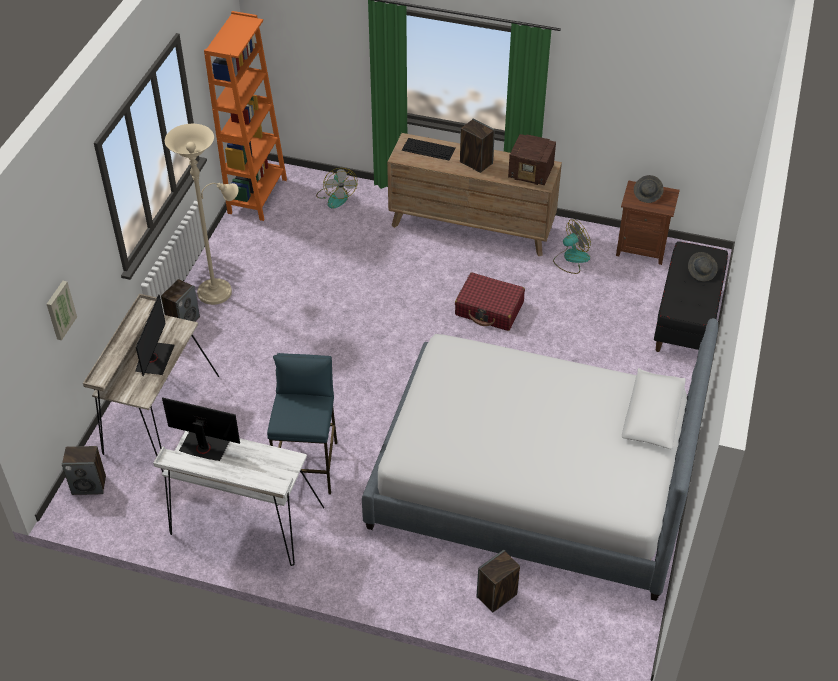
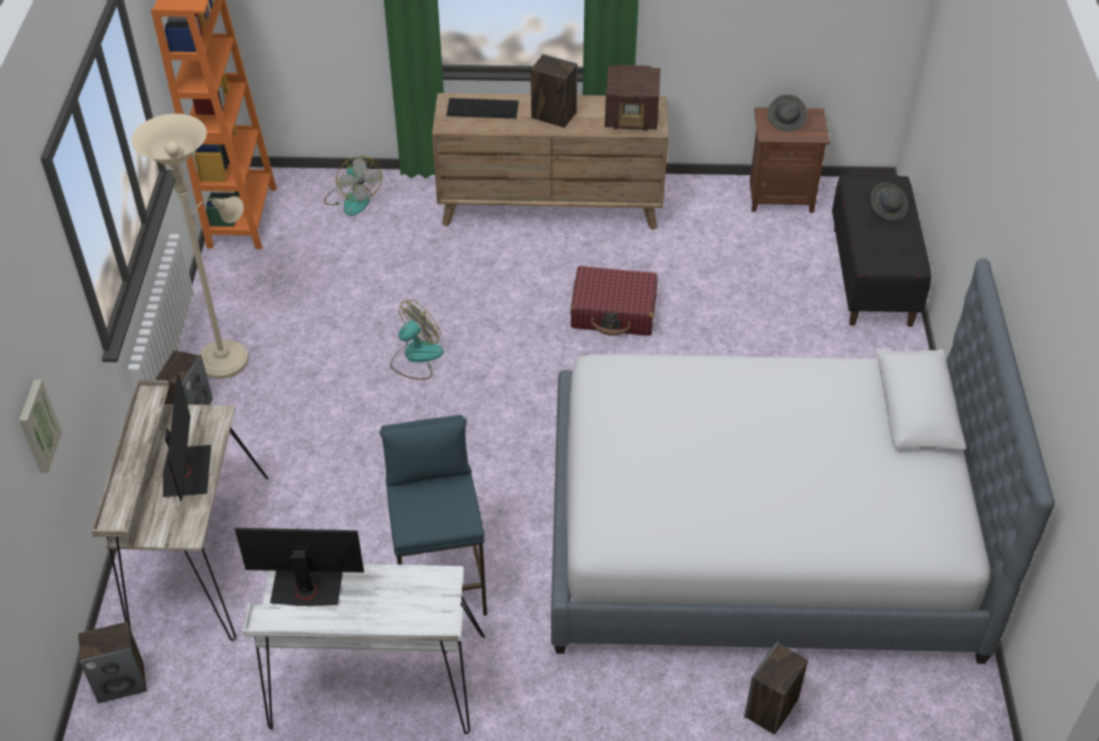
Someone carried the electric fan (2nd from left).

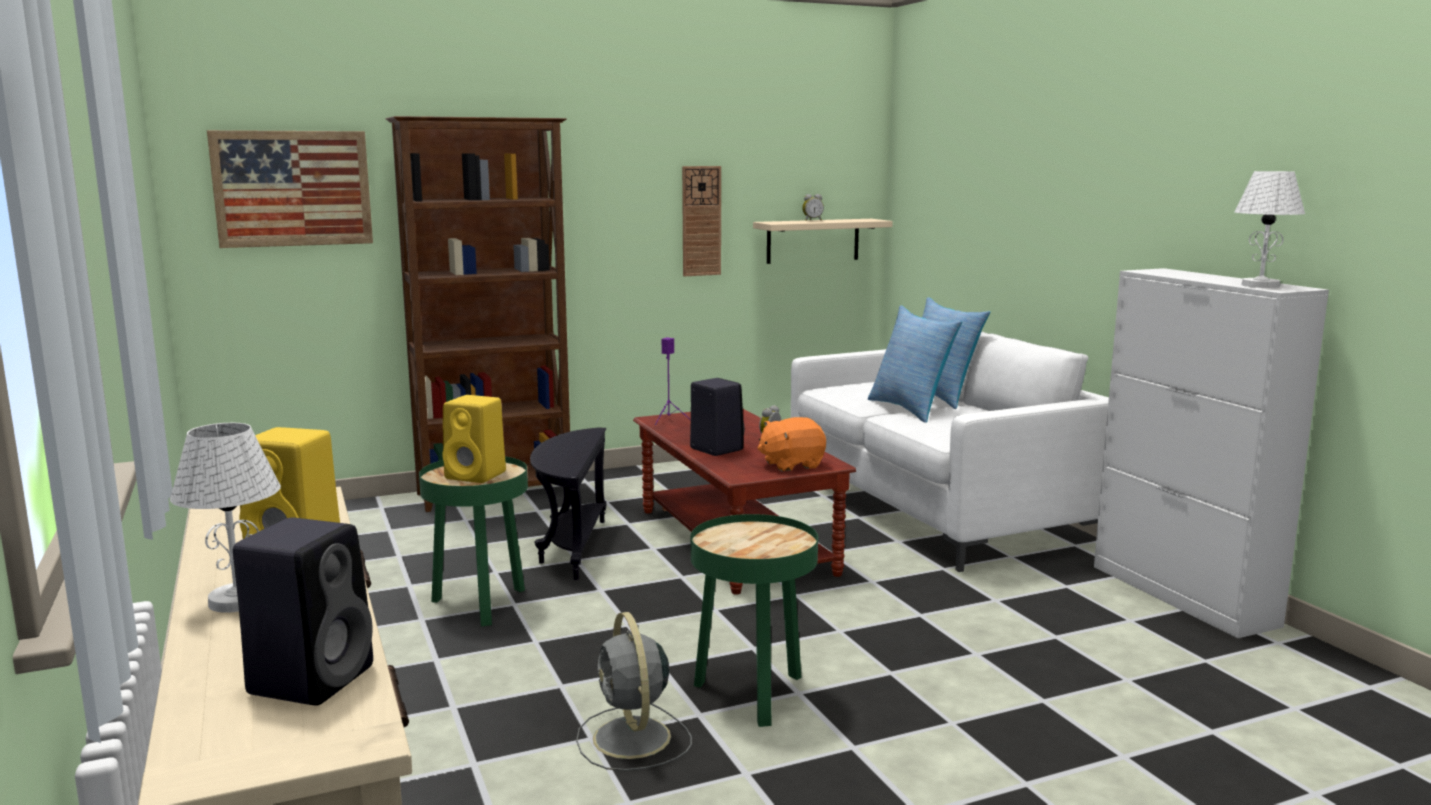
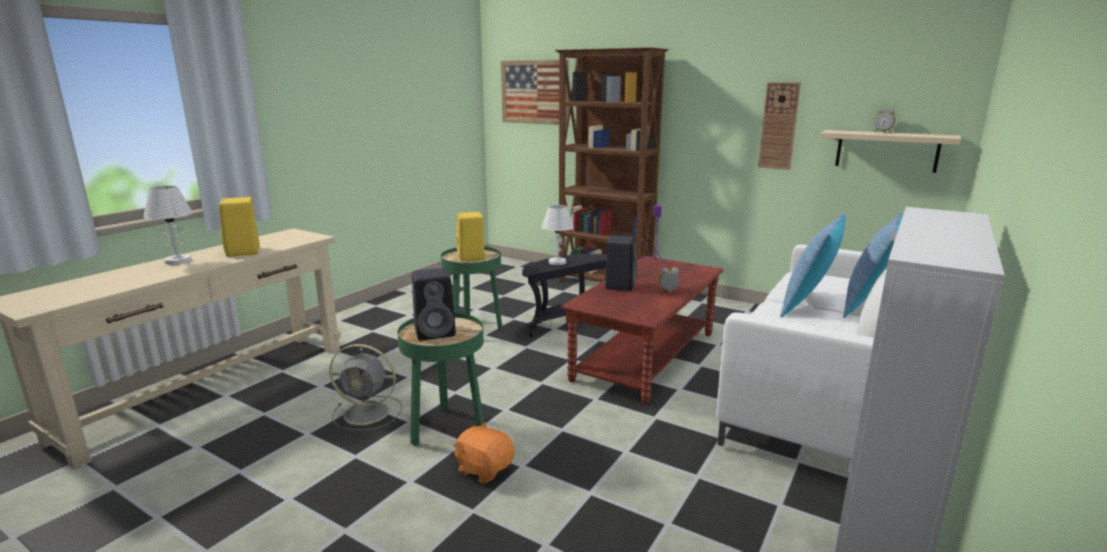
Someone carried the audio speaker (blackish) (1st from left).
Someone rotated the electric fan (gray) by 120 degrees counterclockwise.
Someone carried the soft toy (orange-coloured).
Someone carried the tabletop lamp (white-coloured) (2nd from left).

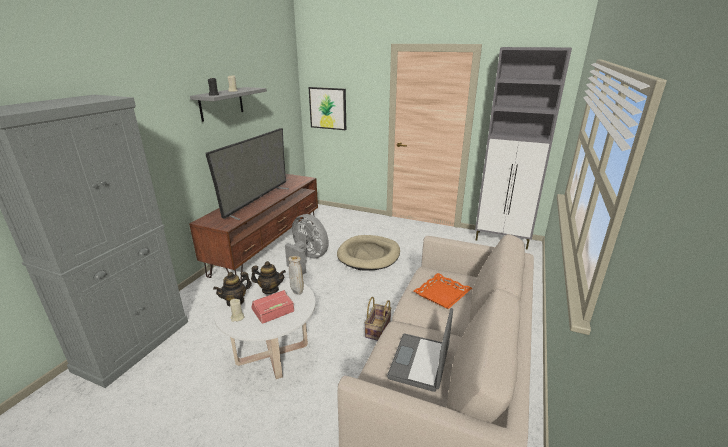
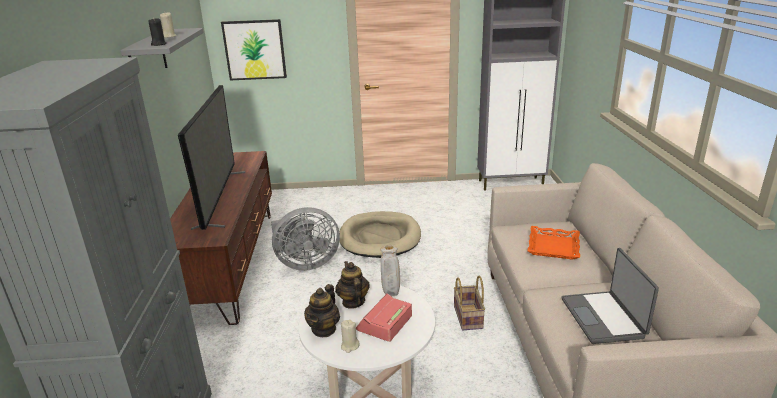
Someone rotated the pot for tea (2nd from left) by 90 degrees counterclockwise.
Someone rotated the electric fan (gray) by 150 degrees clockwise.

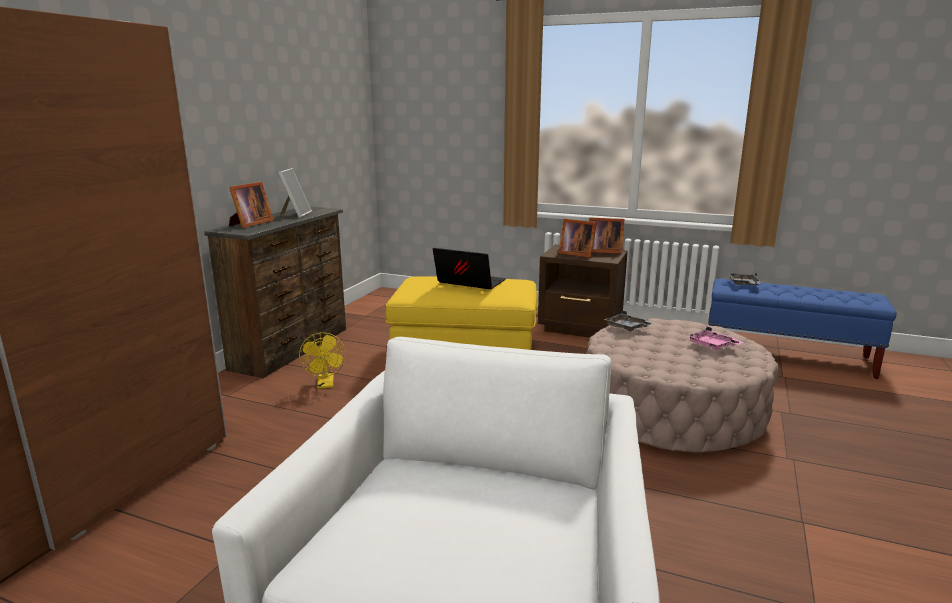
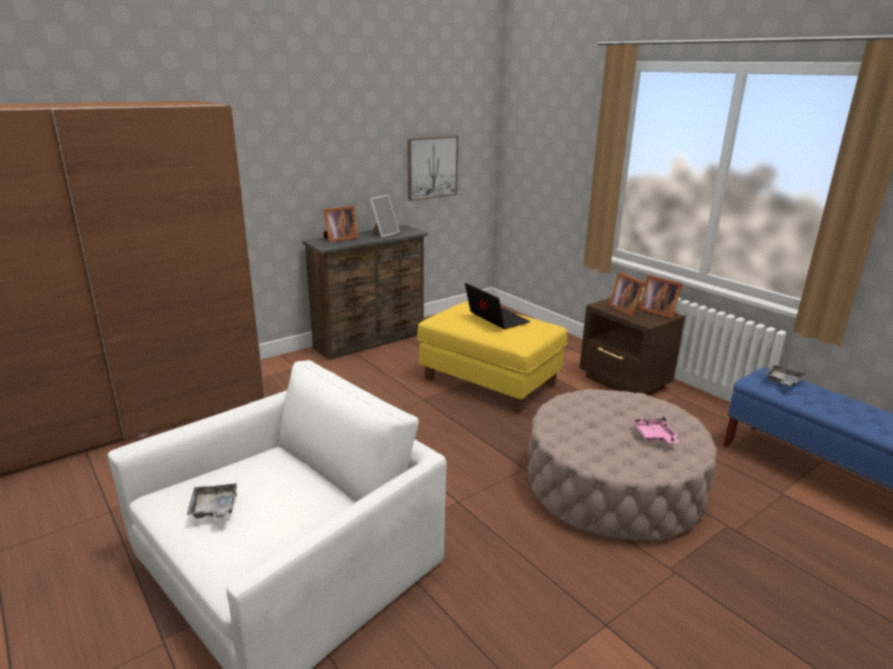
Someone took away the electric fan (yellow).
Someone carried the serving tray (gray) (1st from left).
Someone put up the wall art.

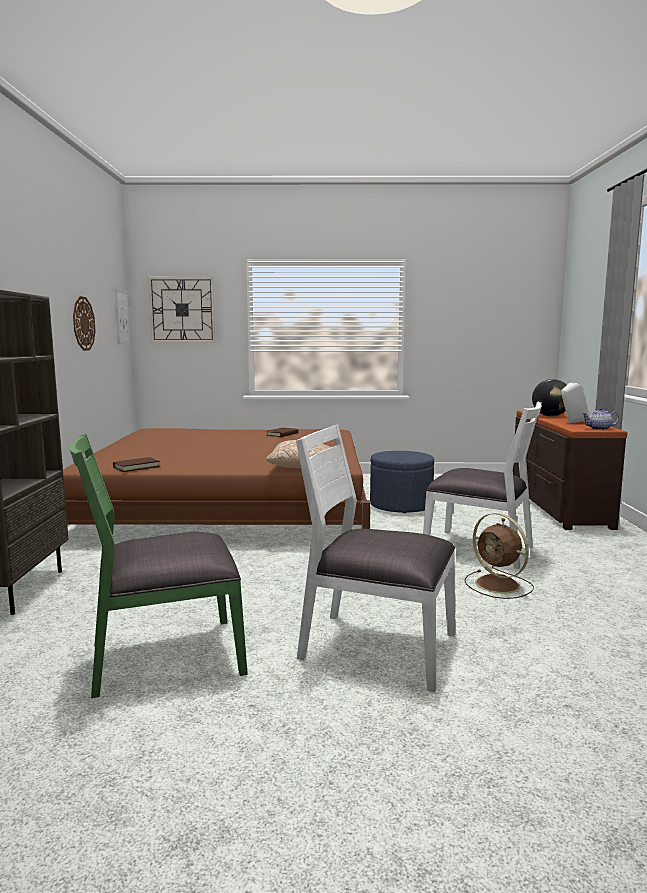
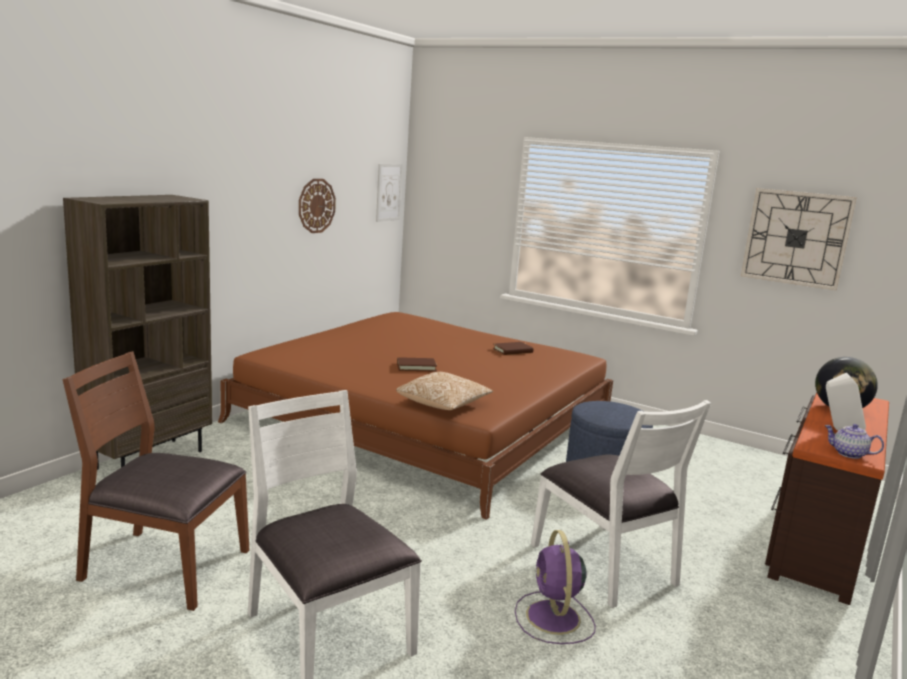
Someone repainted the plain chair (greenish), which became the plain chair (brown-coloured).
Someone carried the bound book (brown-coloured) (1st from left).
Someone carried the clock on the wall (2nd from left).
Someone repainted the electric fan (brown-coloured), which became the electric fan (purplish).

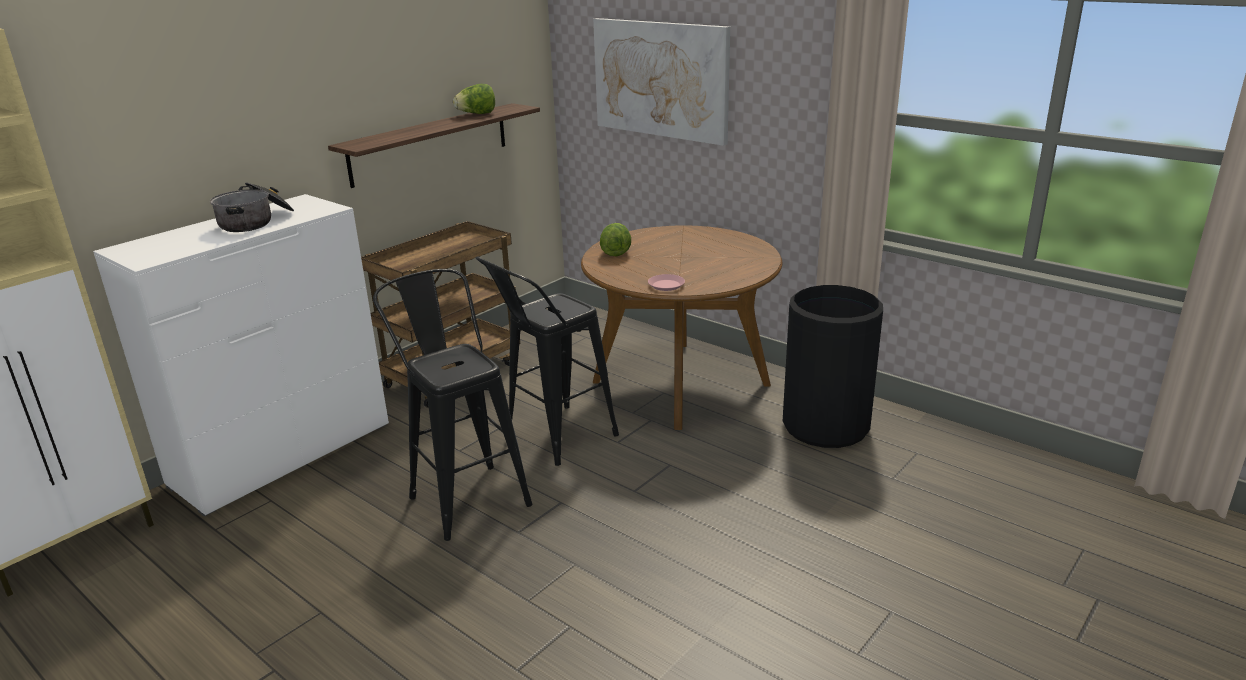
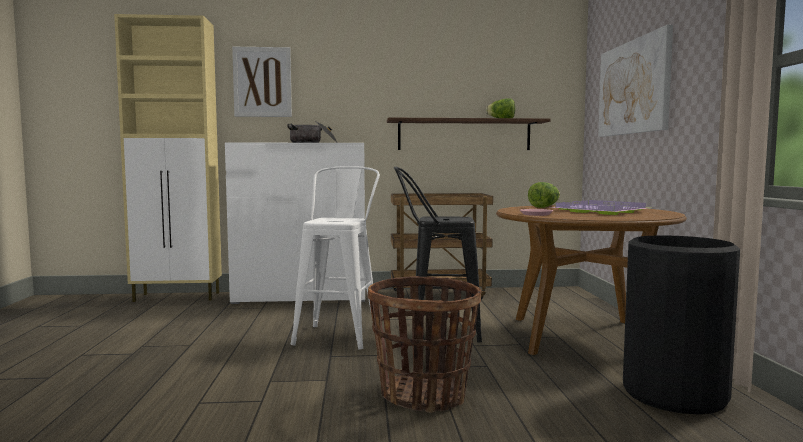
Someone repainted the stool (blackish) (1st from left), which became the stool (white-coloured).
Someone put up the wall art (1st from left).
Someone put down the household basket.
Someone put down the serving tray (purplish).

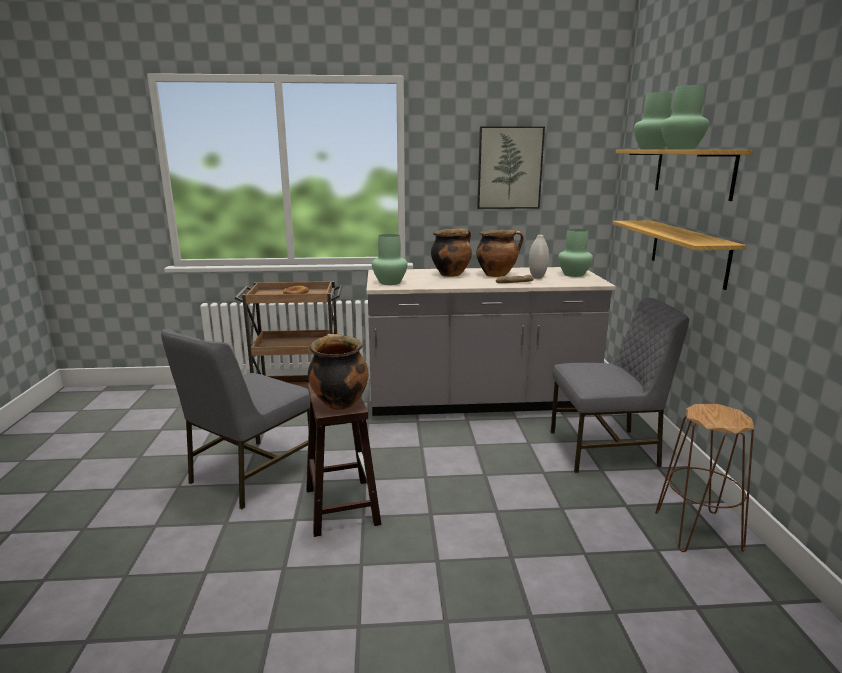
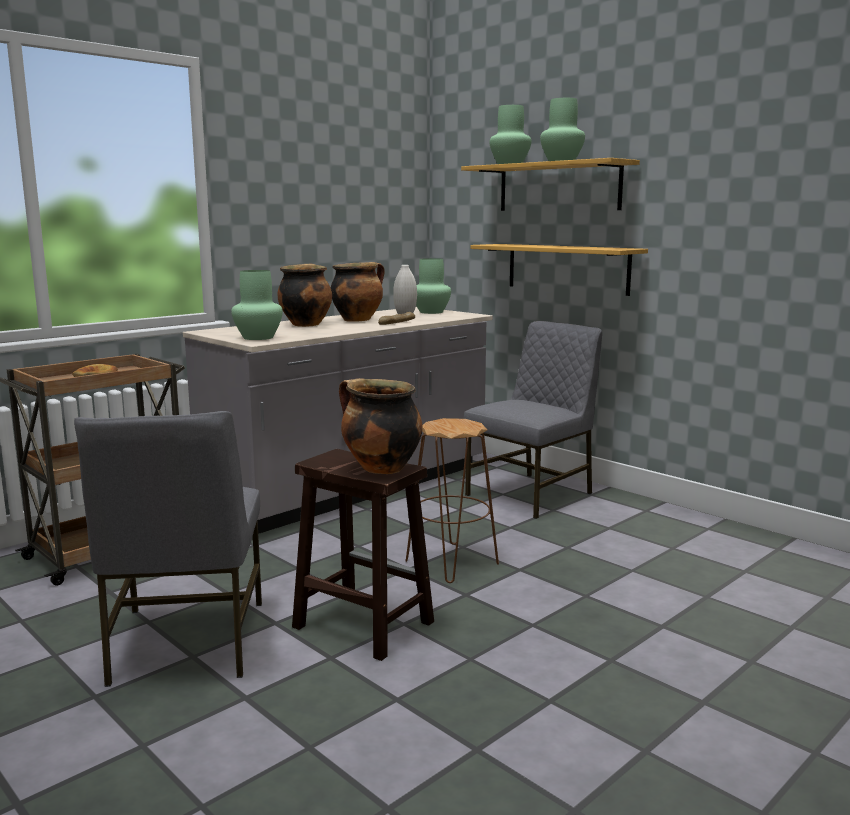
Someone took away the wall art.
Someone carried the stool (brown-coloured) (2nd from left).

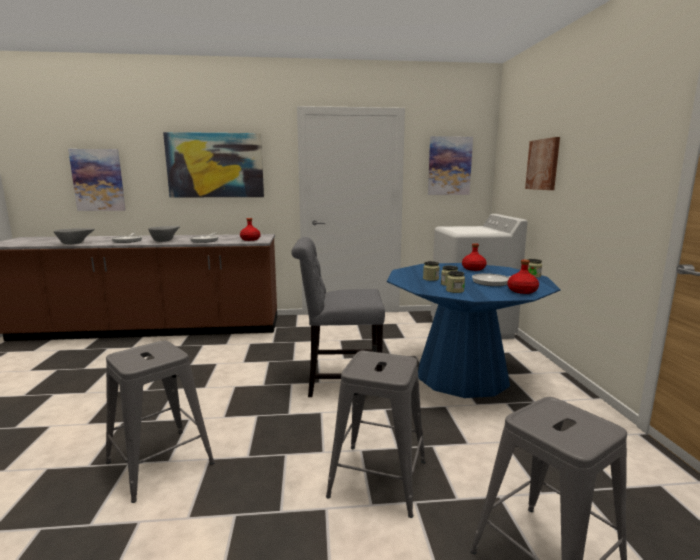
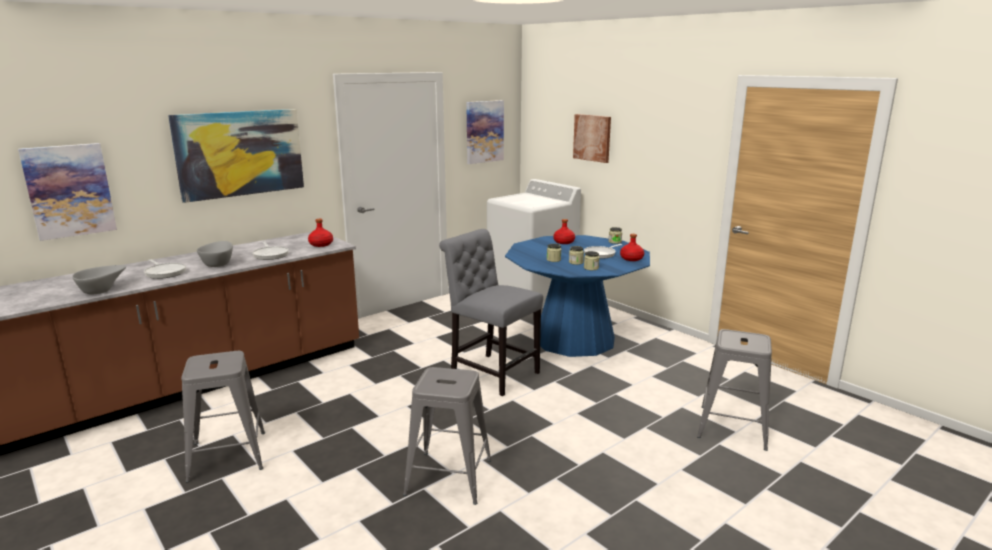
Someone rotated the plain chair (gray) by 75 degrees clockwise.
Someone carried the stool (gray) (2nd from left in the first image).

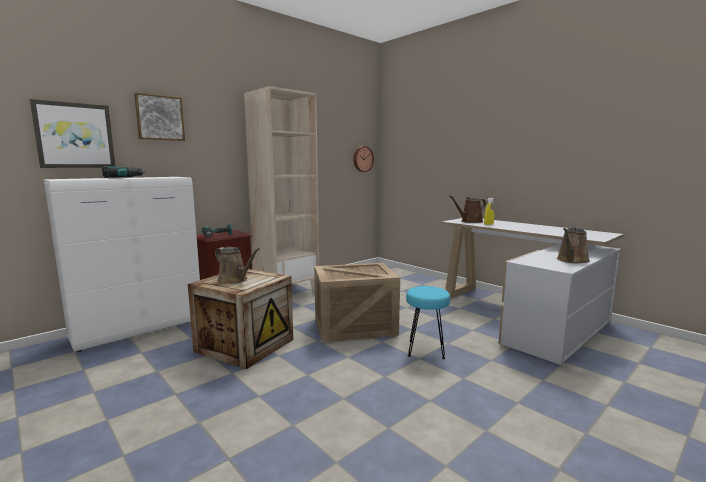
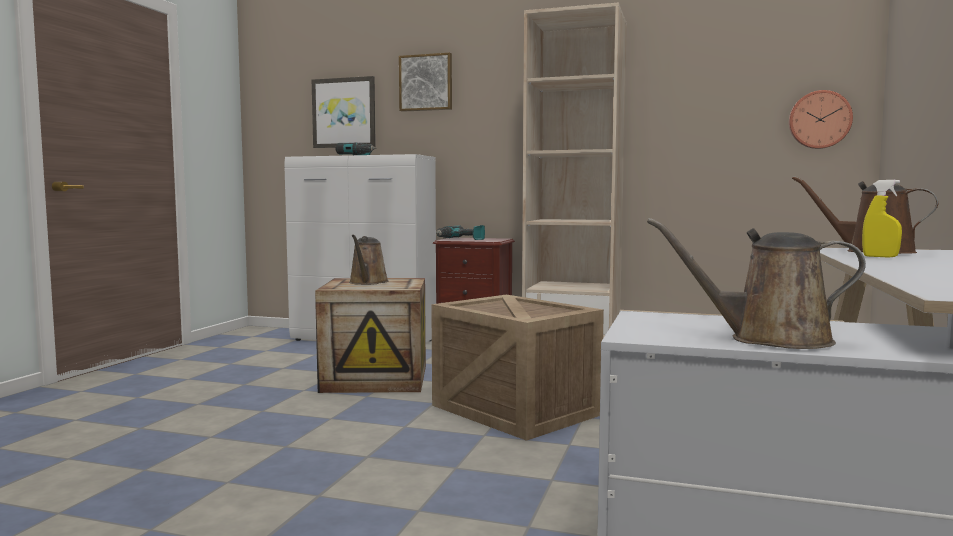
Someone took away the stool (blue-green).

